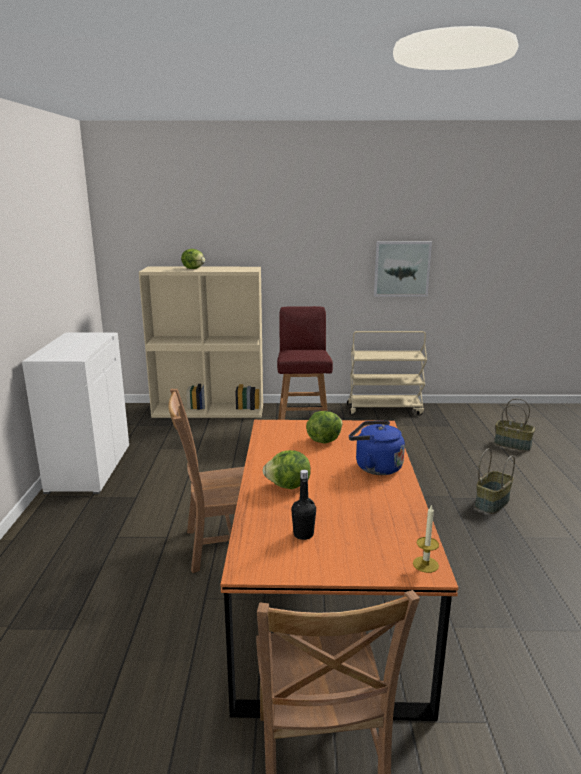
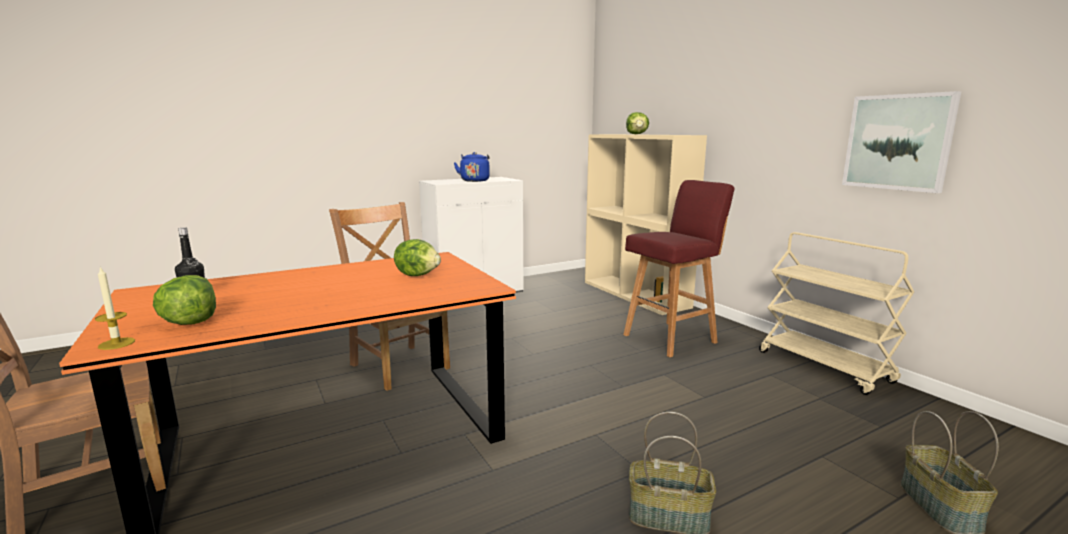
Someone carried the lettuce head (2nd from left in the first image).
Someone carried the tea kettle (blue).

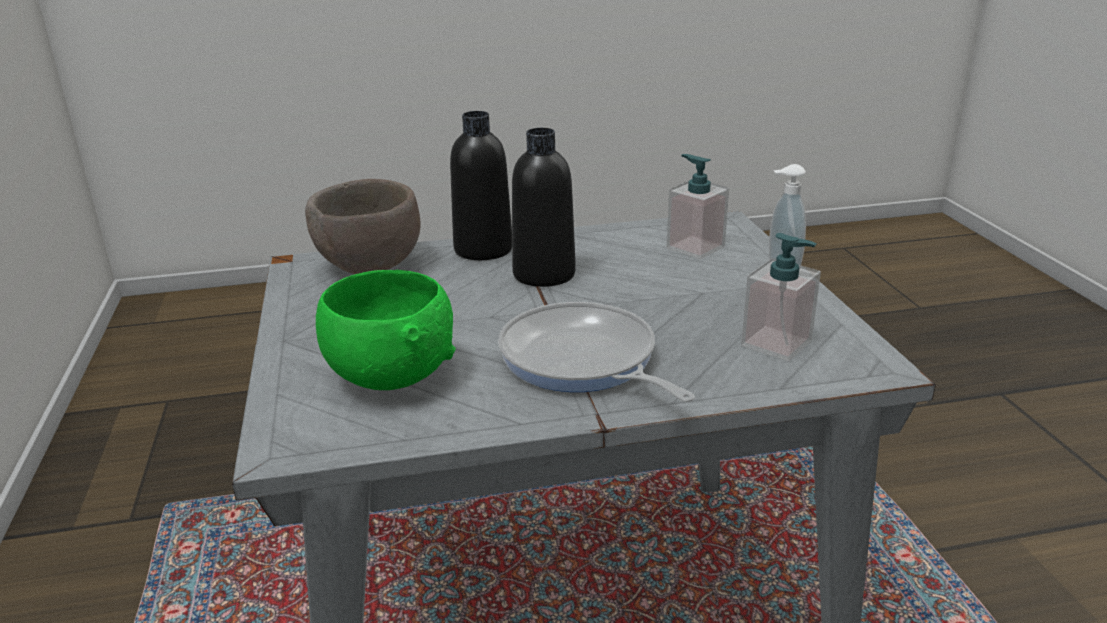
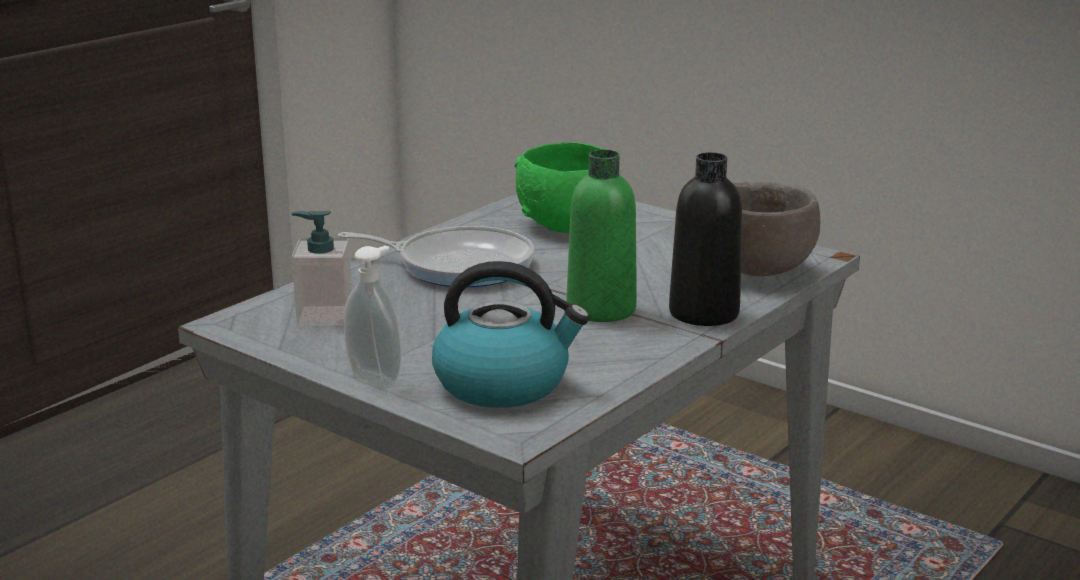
Someone repainted the beverage bottle (blackish) (2nd from left), which became the beverage bottle (greenish).
Someone swapped the soap dispenser (1st from left) for the tea kettle.

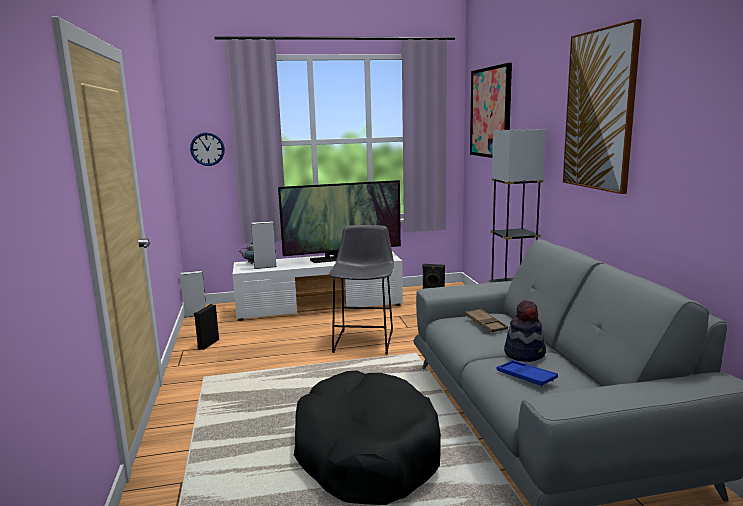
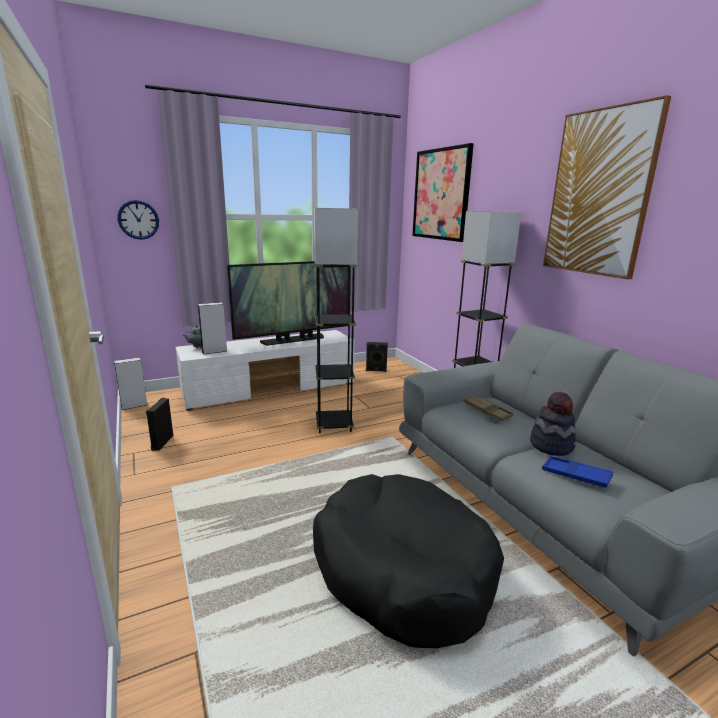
Someone swapped the stool (gray) for the standing lamp (gray) (1st from left).

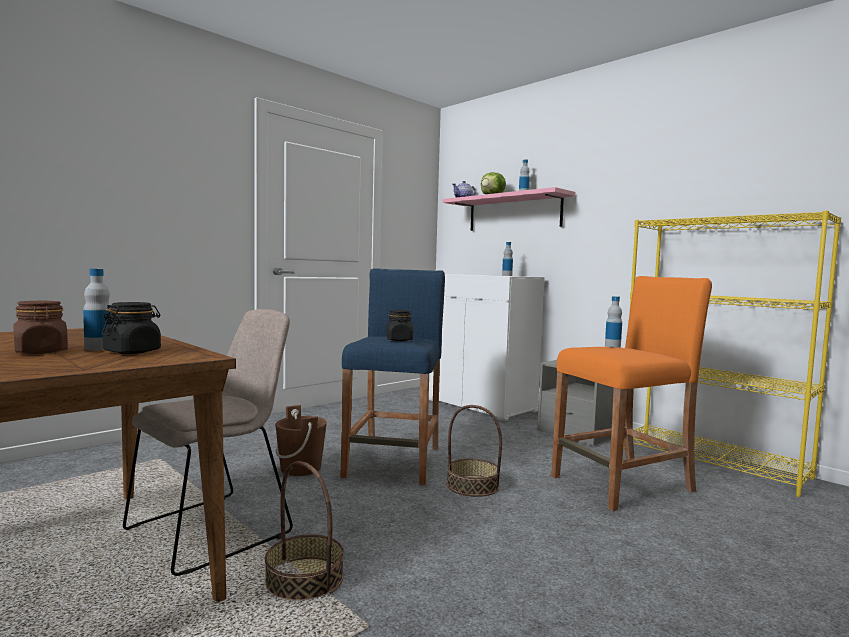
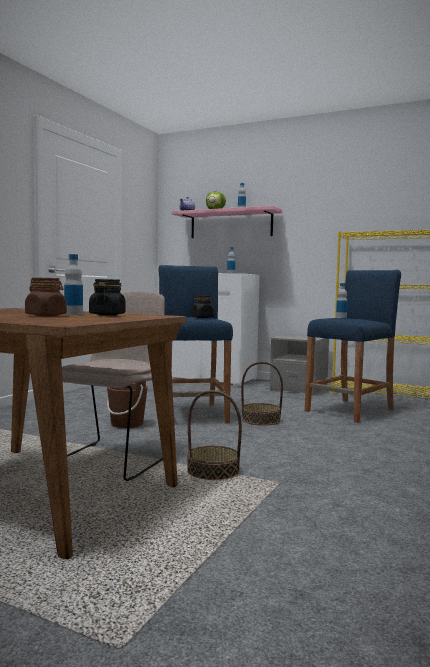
Someone repainted the stool (orange-coloured), which became the stool (blue) (2nd from left).

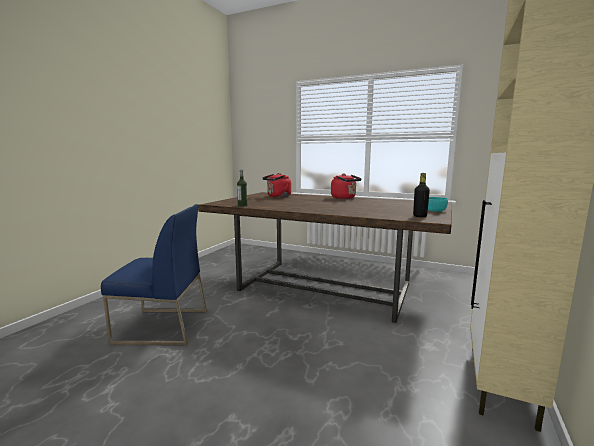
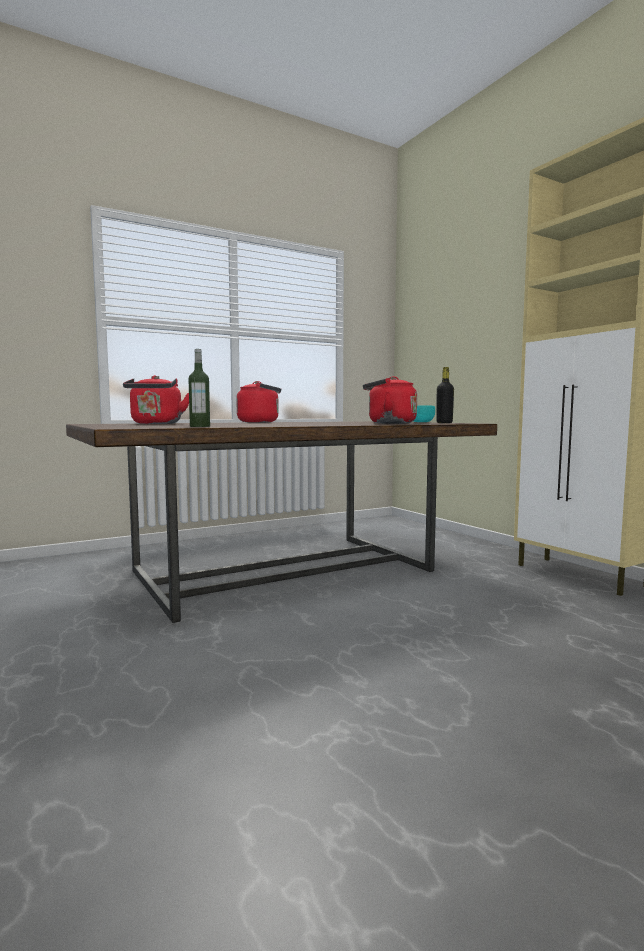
Someone took away the plain chair (blue).
Someone put down the tea kettle (red-coloured) (3rd from left).

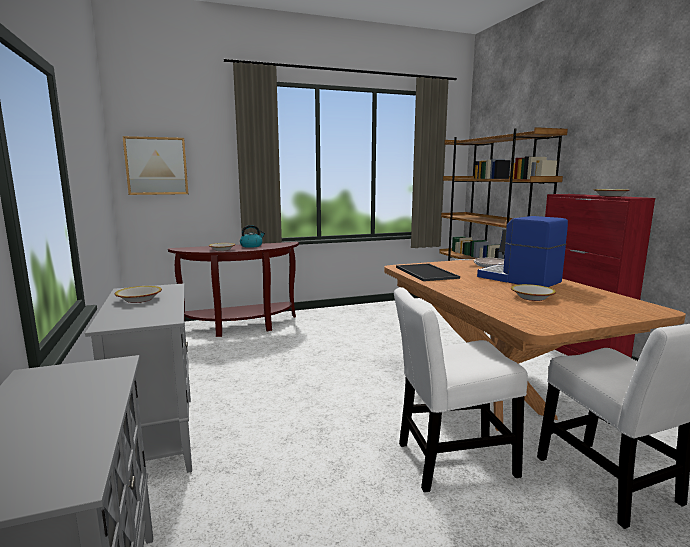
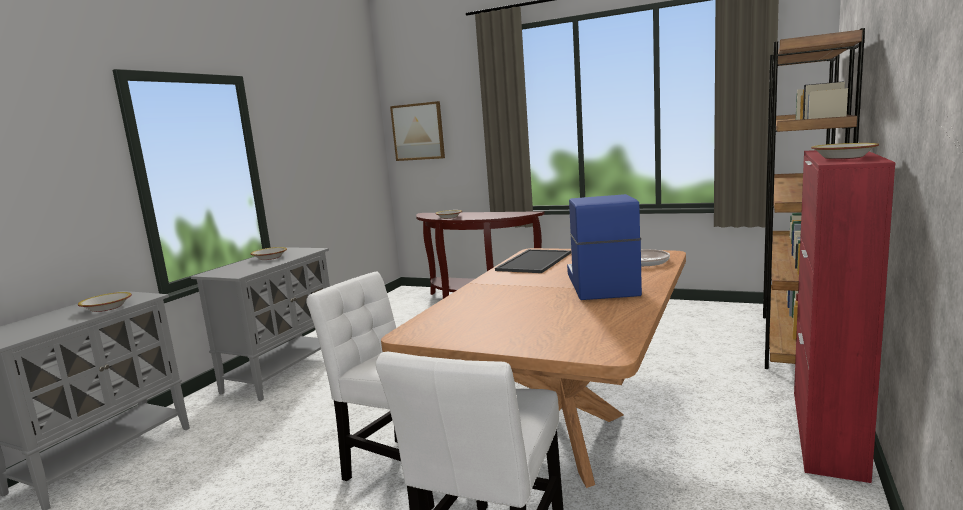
Someone took away the tea kettle.
Someone carried the bowl (3rd from left in the first image).

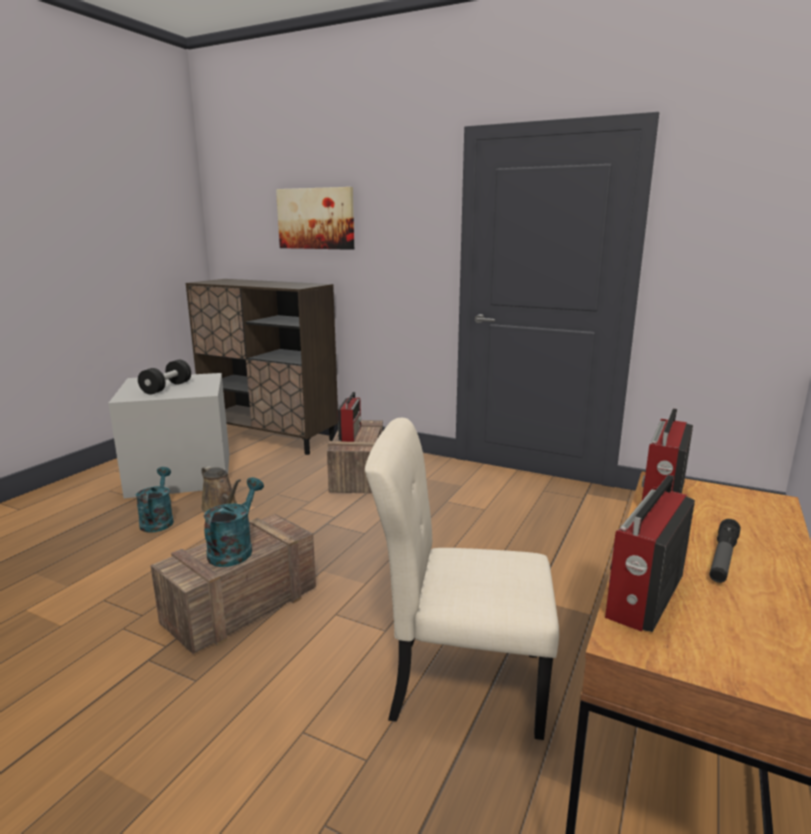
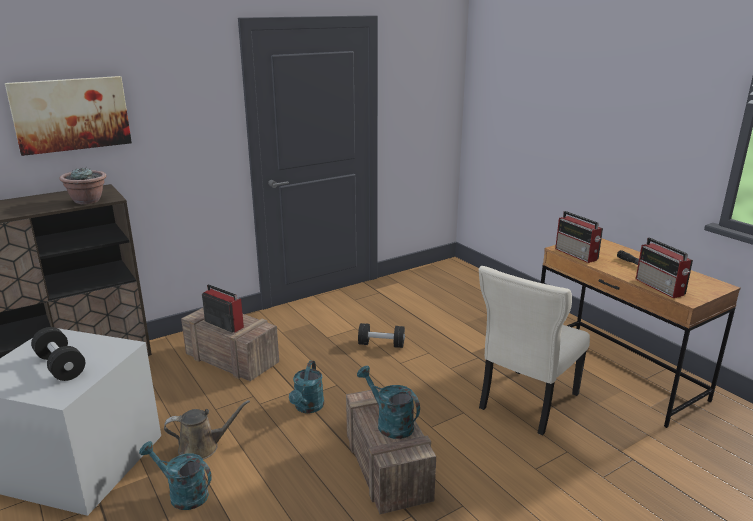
Someone put down the potted plant.
Someone put down the watering can (blue-green) (2nd from left).
Someone put down the free weight (blackish) (2nd from left).

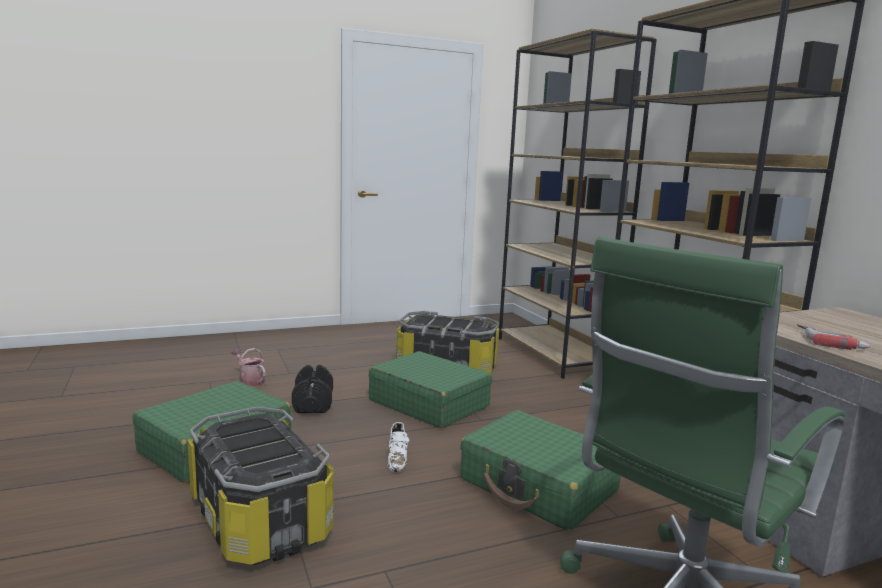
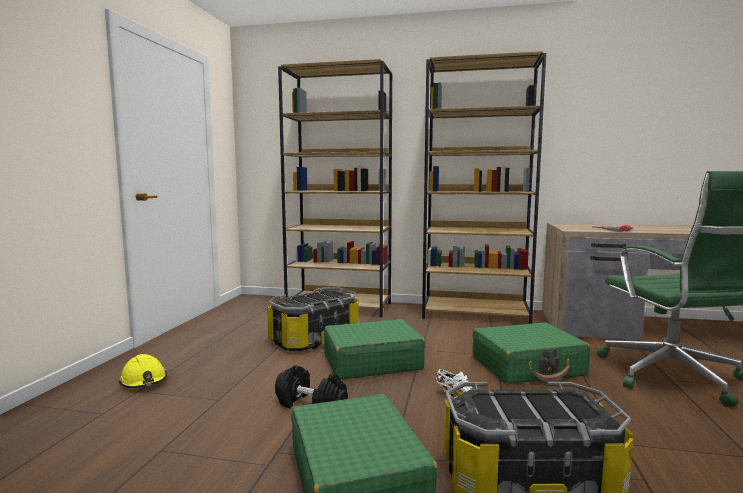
Someone took away the watering can.
Someone put down the work helmet (yellow).

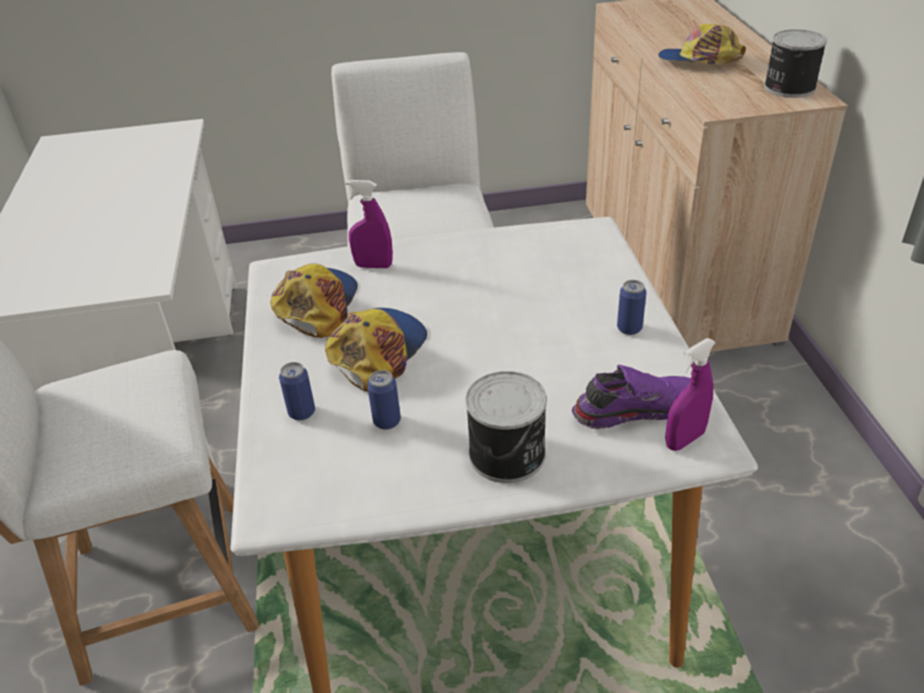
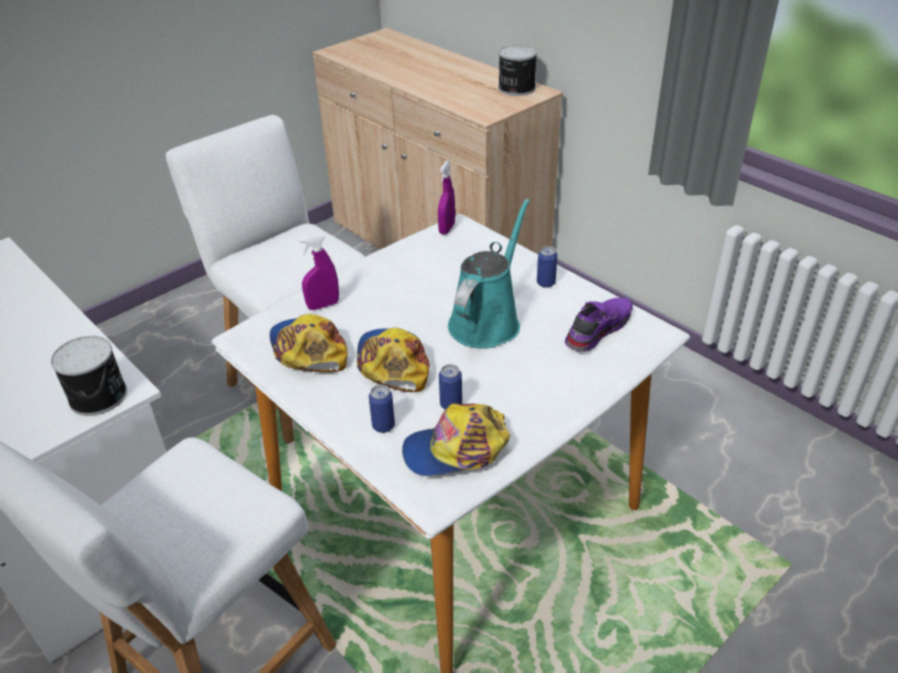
Someone carried the can (3rd from left in the first image).
Someone carried the baseball cap (3rd from left).
Someone carried the sprayer (purplish) (2nd from left).
Someone put down the watering can (blue-green).

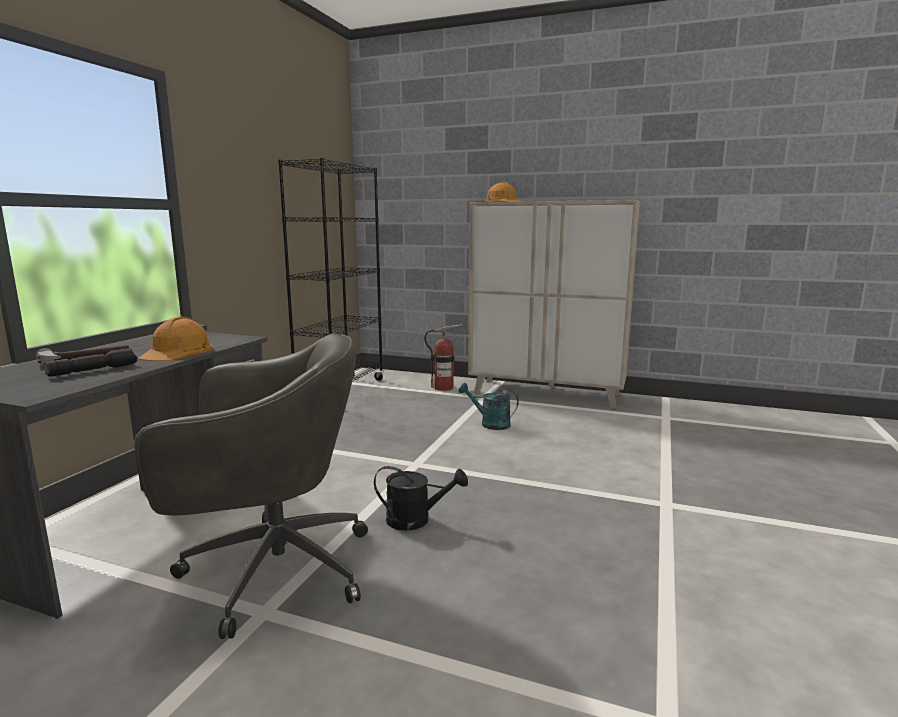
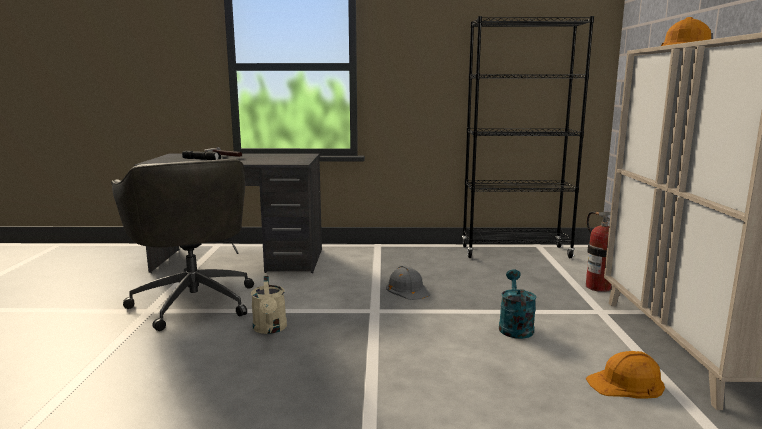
Someone carried the work helmet (orange-coloured) (1st from left).
Someone repainted the watering can (blackish), which became the watering can (beige-coloured).
Someone put down the work helmet (gray).

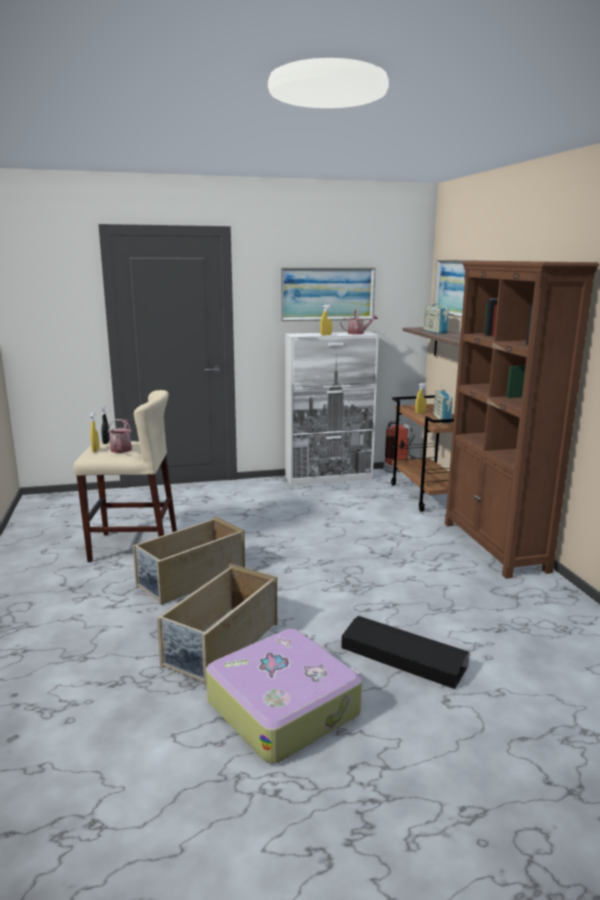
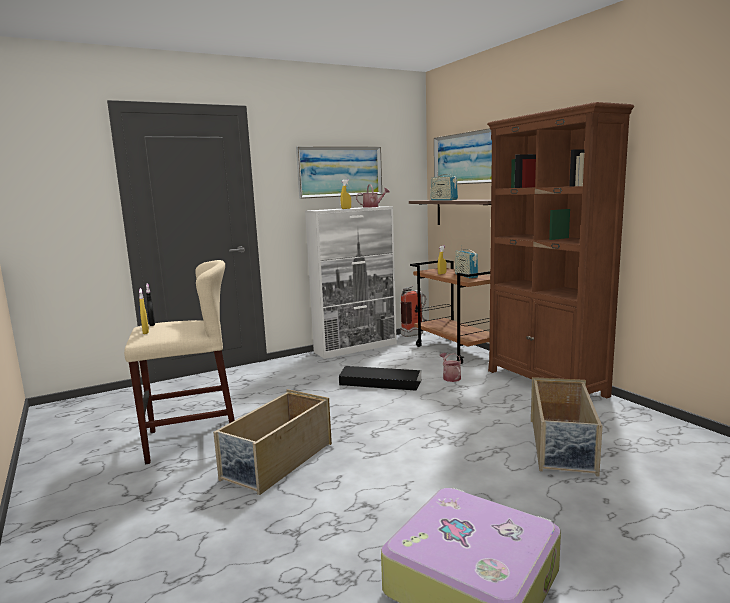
Someone carried the watering can (1st from left in the first image).
Someone carried the storage bin (beige-coloured) (2nd from left).
Someone carried the storage bin (blackish).

